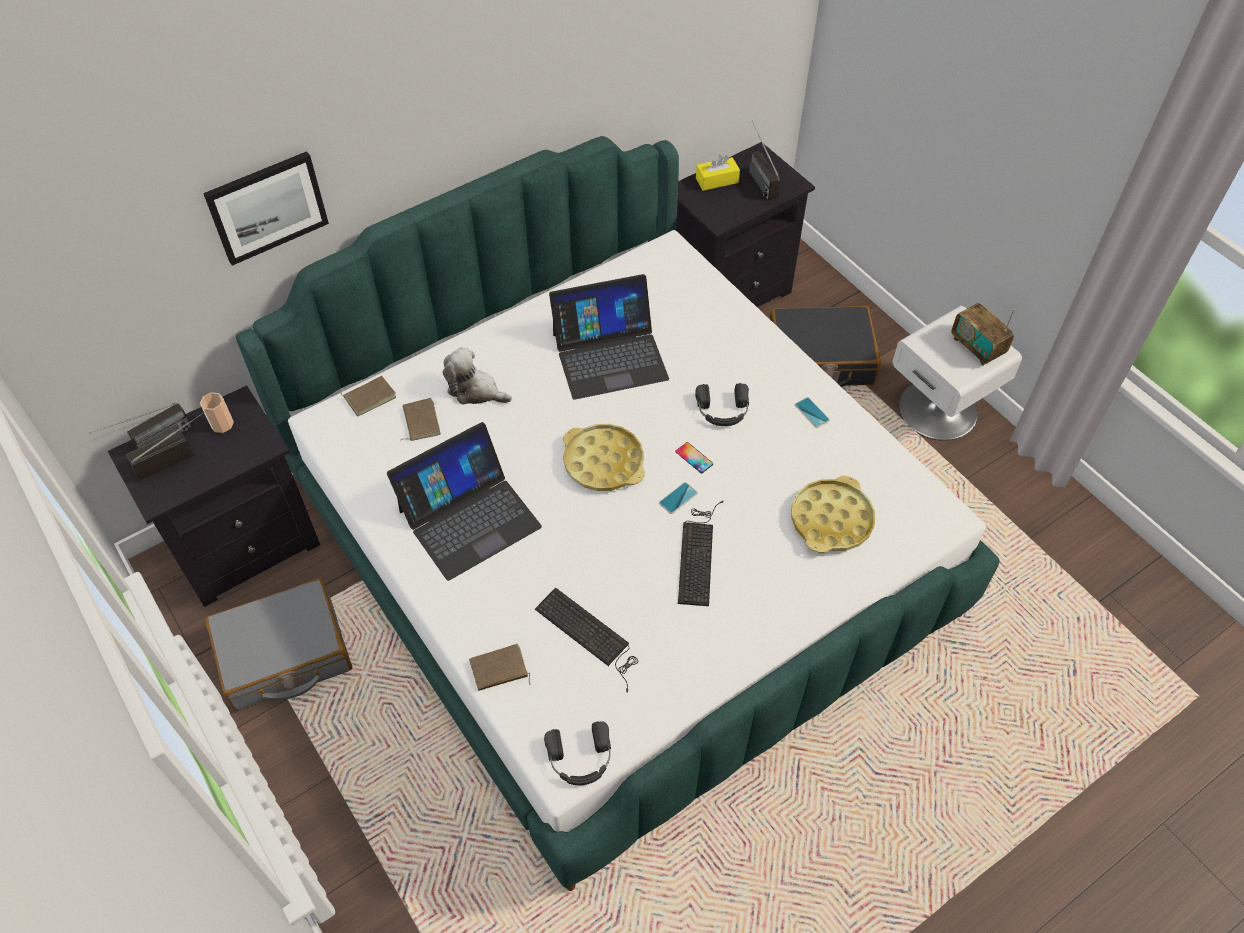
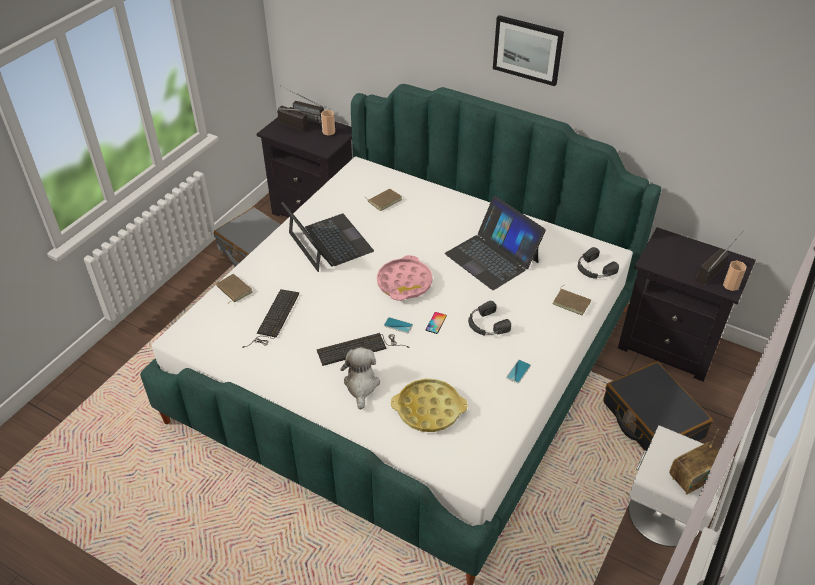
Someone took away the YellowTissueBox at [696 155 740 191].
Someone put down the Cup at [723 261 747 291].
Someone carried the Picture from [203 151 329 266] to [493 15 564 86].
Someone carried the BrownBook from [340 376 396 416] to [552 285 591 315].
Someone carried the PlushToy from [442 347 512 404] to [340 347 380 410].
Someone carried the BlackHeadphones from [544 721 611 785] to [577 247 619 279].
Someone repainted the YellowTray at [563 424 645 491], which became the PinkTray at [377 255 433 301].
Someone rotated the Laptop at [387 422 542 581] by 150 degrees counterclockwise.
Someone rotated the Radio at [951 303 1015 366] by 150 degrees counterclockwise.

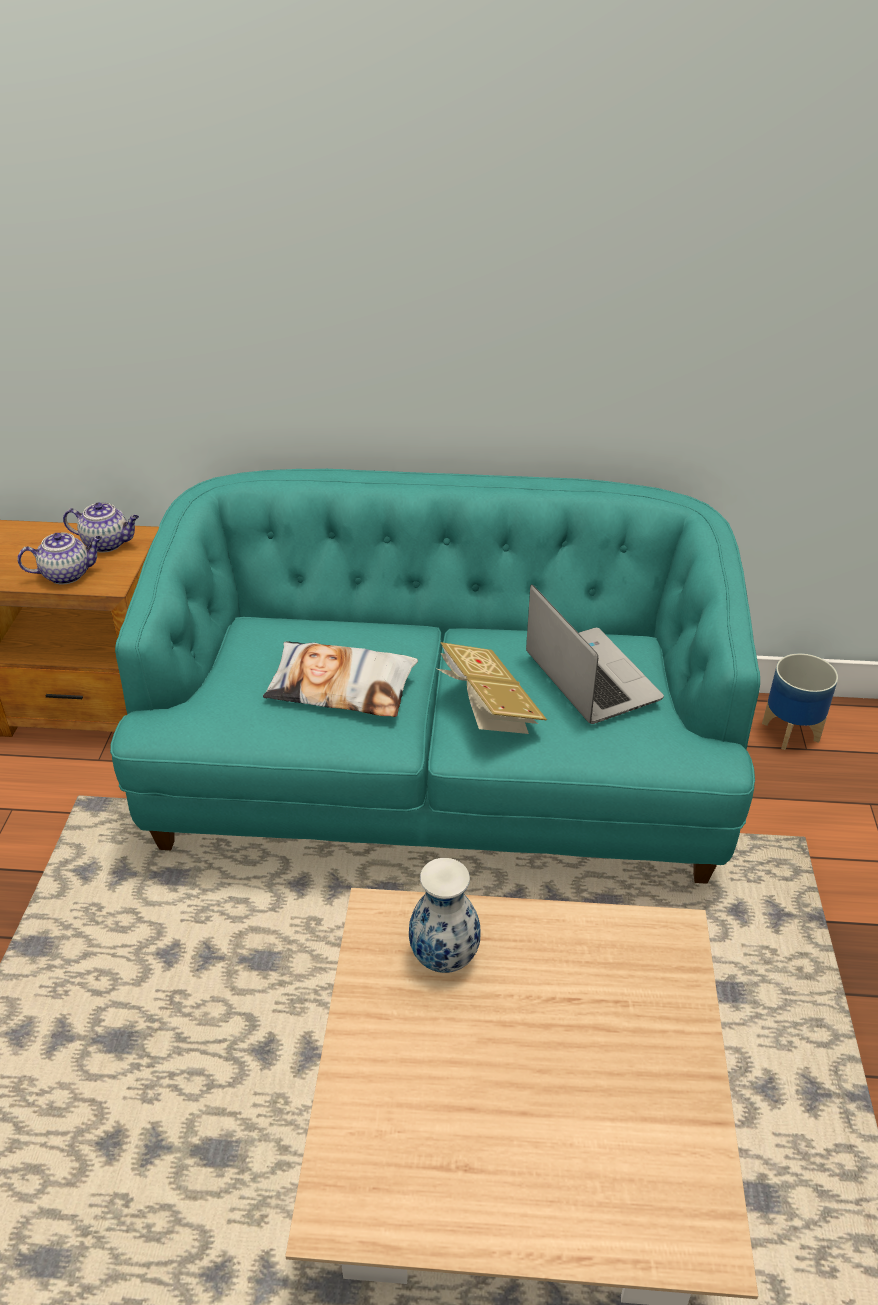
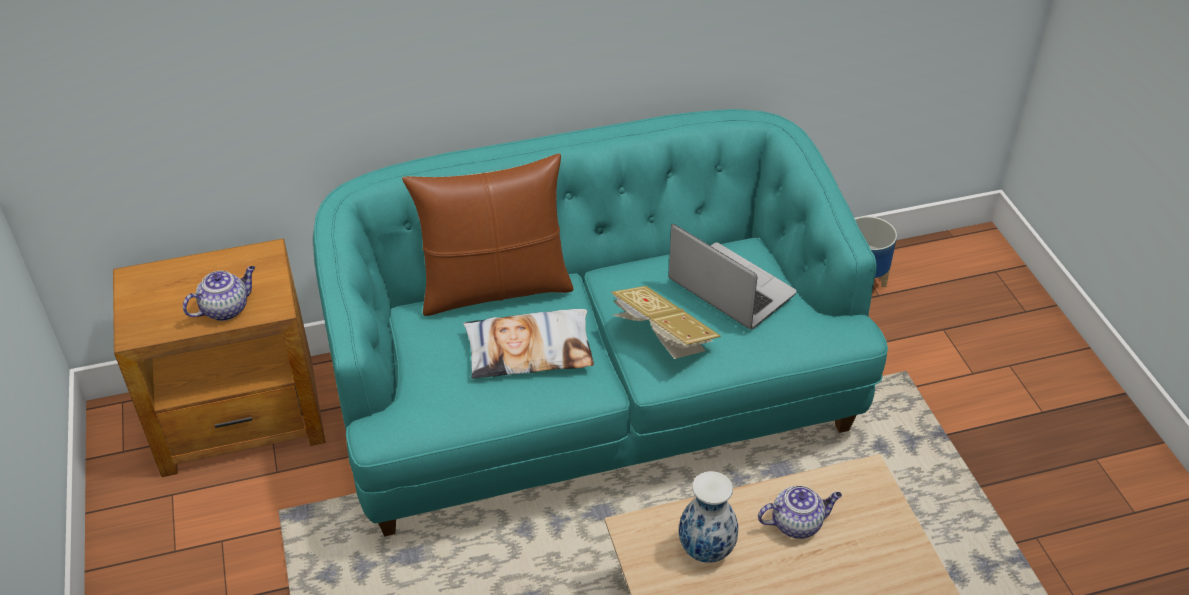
Someone put down the BrownPillow at [402 153 574 316].
Someone carried the Teapot from [63 502 139 553] to [758 486 842 539].

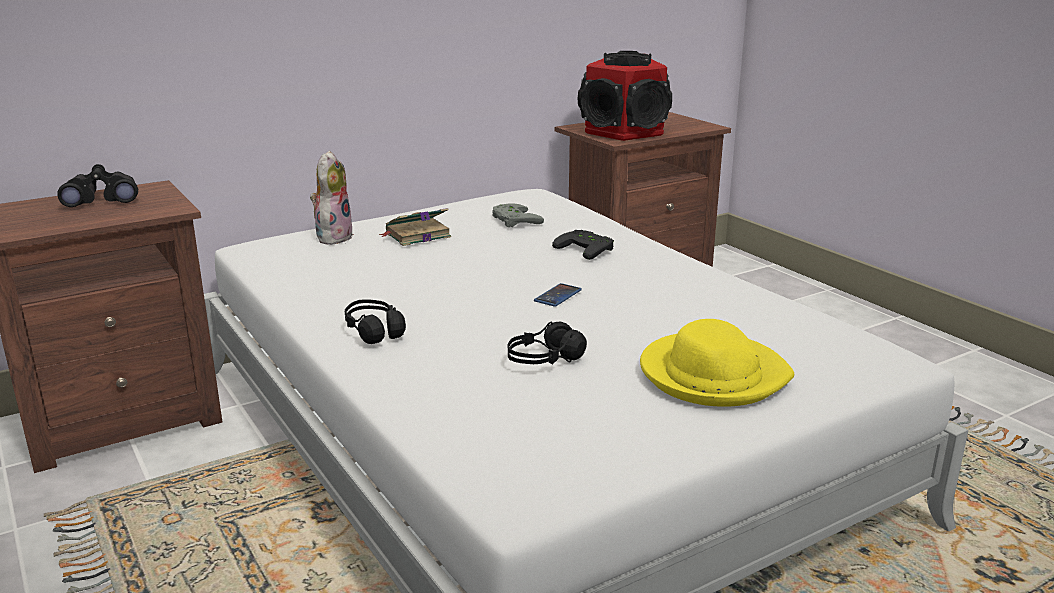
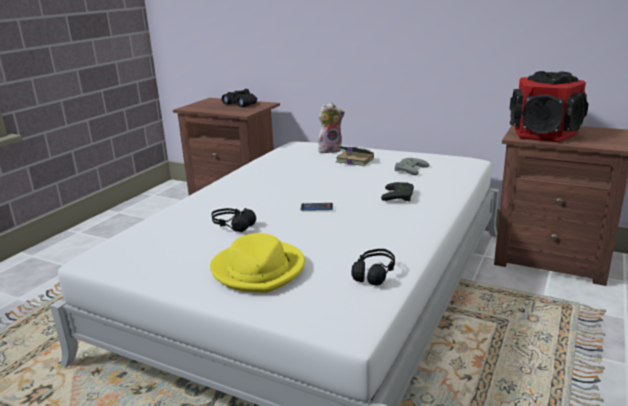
Someone carried the BlackHeadphones from [345 299 406 344] to [351 249 395 285].

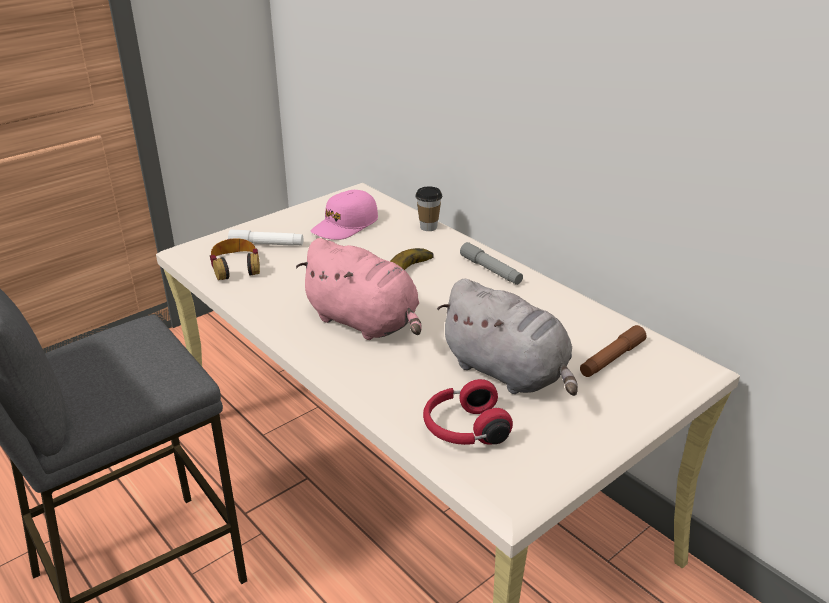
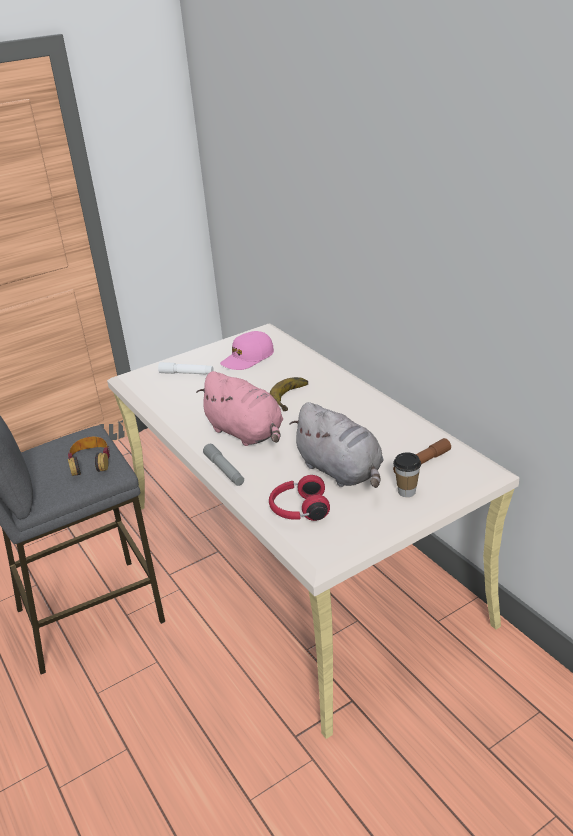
Someone carried the Headphones from [210 238 260 280] to [68 437 110 476].
Someone carried the Cup from [415 186 442 231] to [393 452 421 497].
Someone carried the GreyFlashlight from [460 242 523 285] to [203 444 244 486].

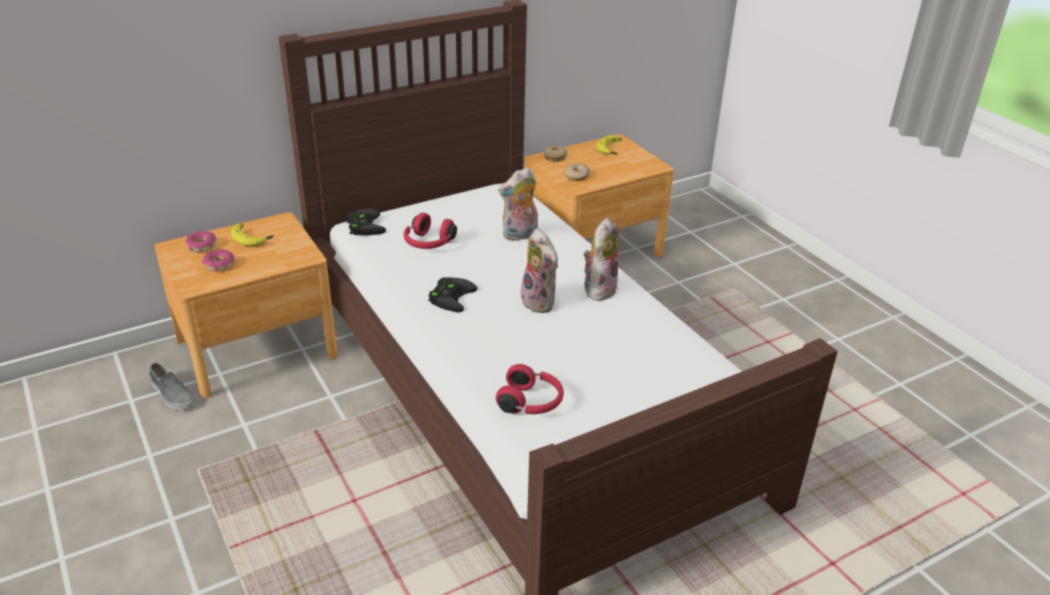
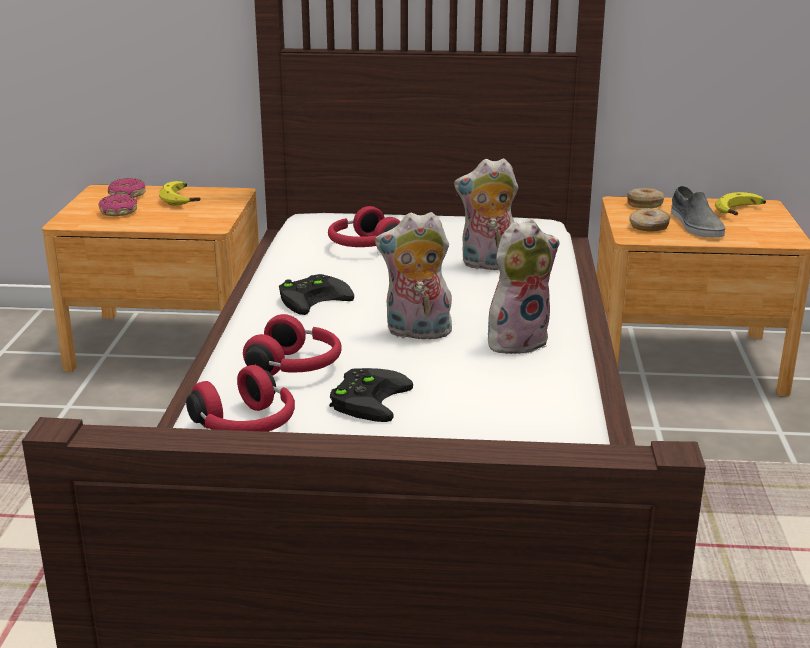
Someone put down the RedHeadphones at [243 314 342 376].
Someone carried the GreyShoe from [149 363 196 411] to [671 186 725 238].
Someone carried the BlackGameController from [346 209 386 235] to [329 368 413 422].
Someone rotated the PlushToy at [521 228 558 313] by 90 degrees clockwise.

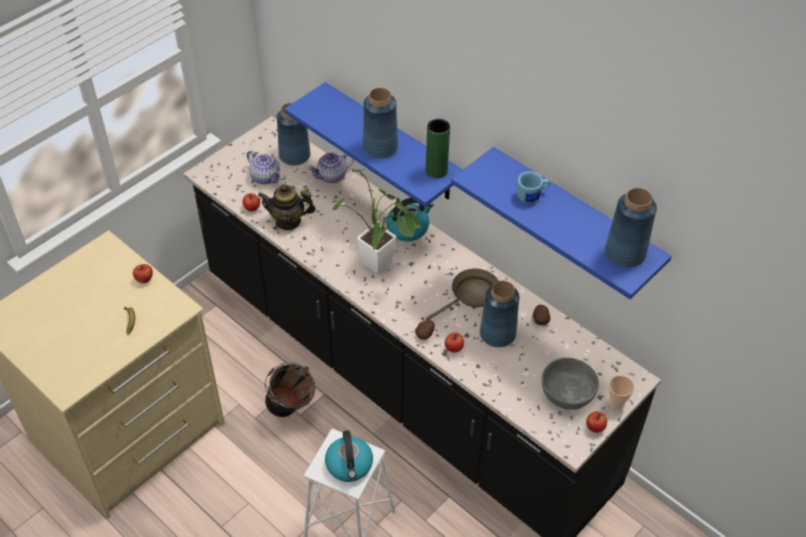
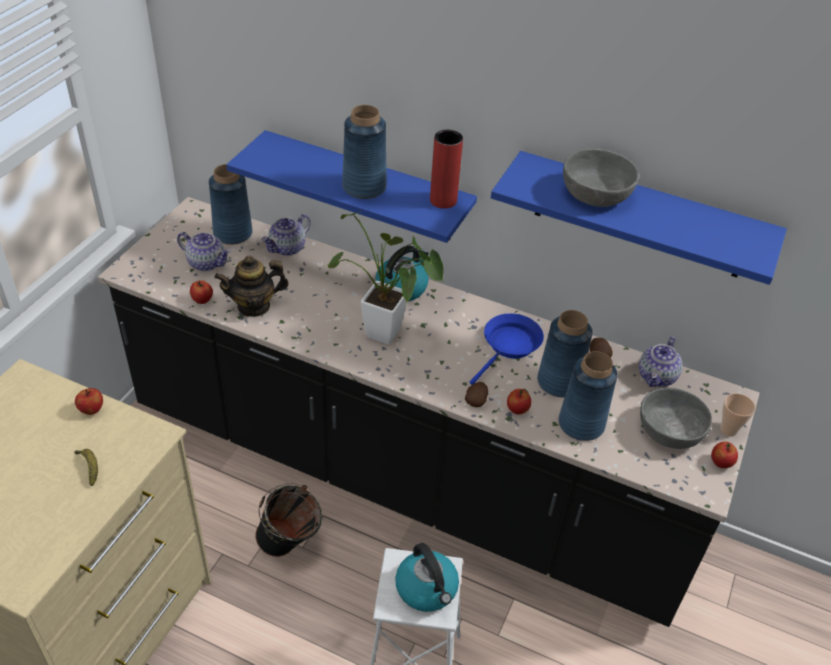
Someone put down the Teapot at [639 337 683 387].
Someone carried the BlueVase from [605 188 657 268] to [559 351 618 441].
Someone swapped the BlueMug at [517 172 550 203] for the GreyBowl at [563 149 639 207].
Someone repainted the GreenVase at [426 119 450 178], which became the RedVase at [430 130 463 209].
Someone repainted the BrownFryingPan at [426 268 498 320], which became the BlueFryingPan at [469 313 544 385].

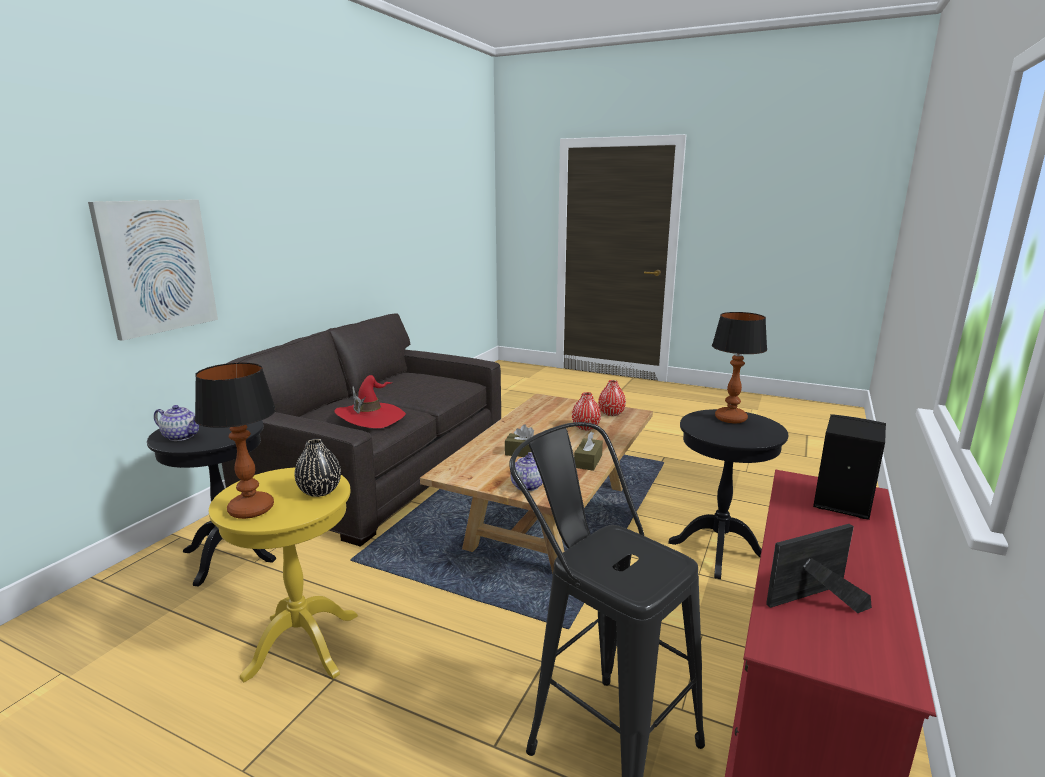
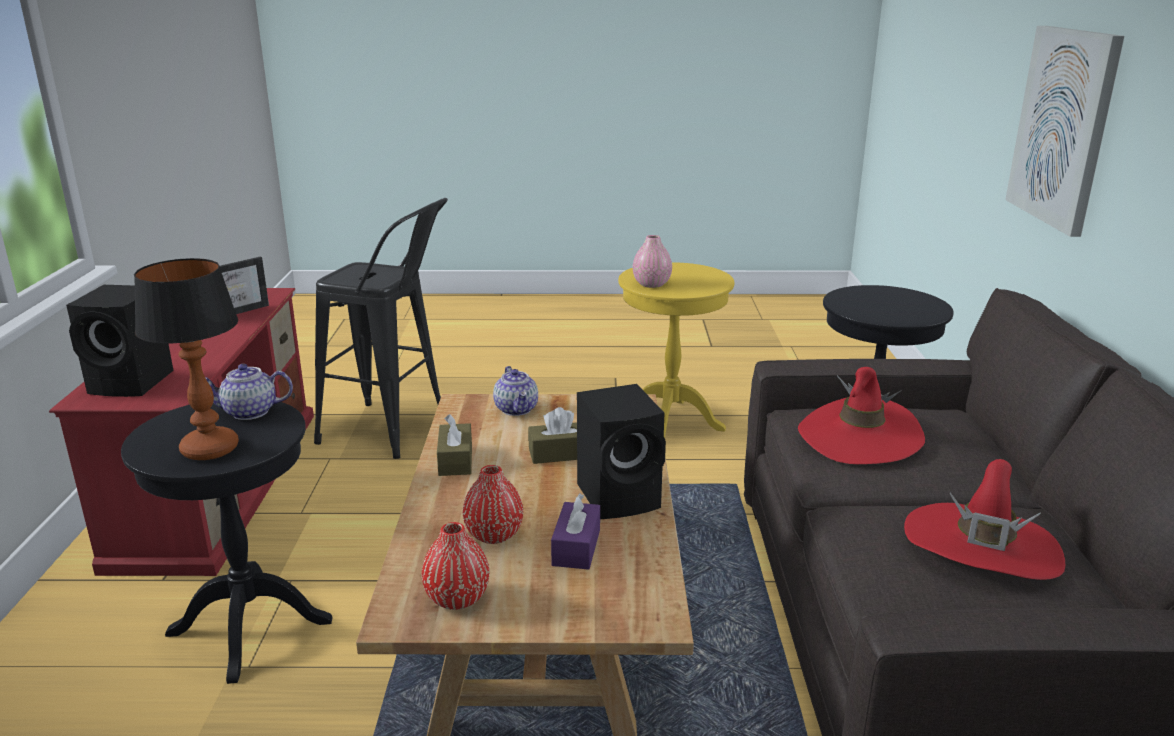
Someone took away the TableLamp at [195 363 276 519].
Someone put down the PurpleTissueBox at [551 494 600 570].
Someone put down the BlackSpeaker at [577 384 666 519].
Someone put down the RedHat at [904 459 1065 580].
Someone carried the Teapot from [154 405 199 441] to [205 364 293 420].
Someone repainted the BlackVase at [295 438 341 497], which became the PinkVase at [633 235 672 288].

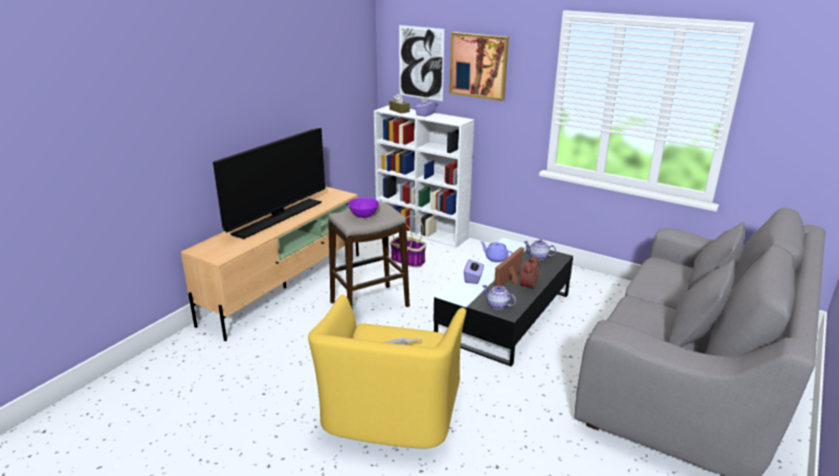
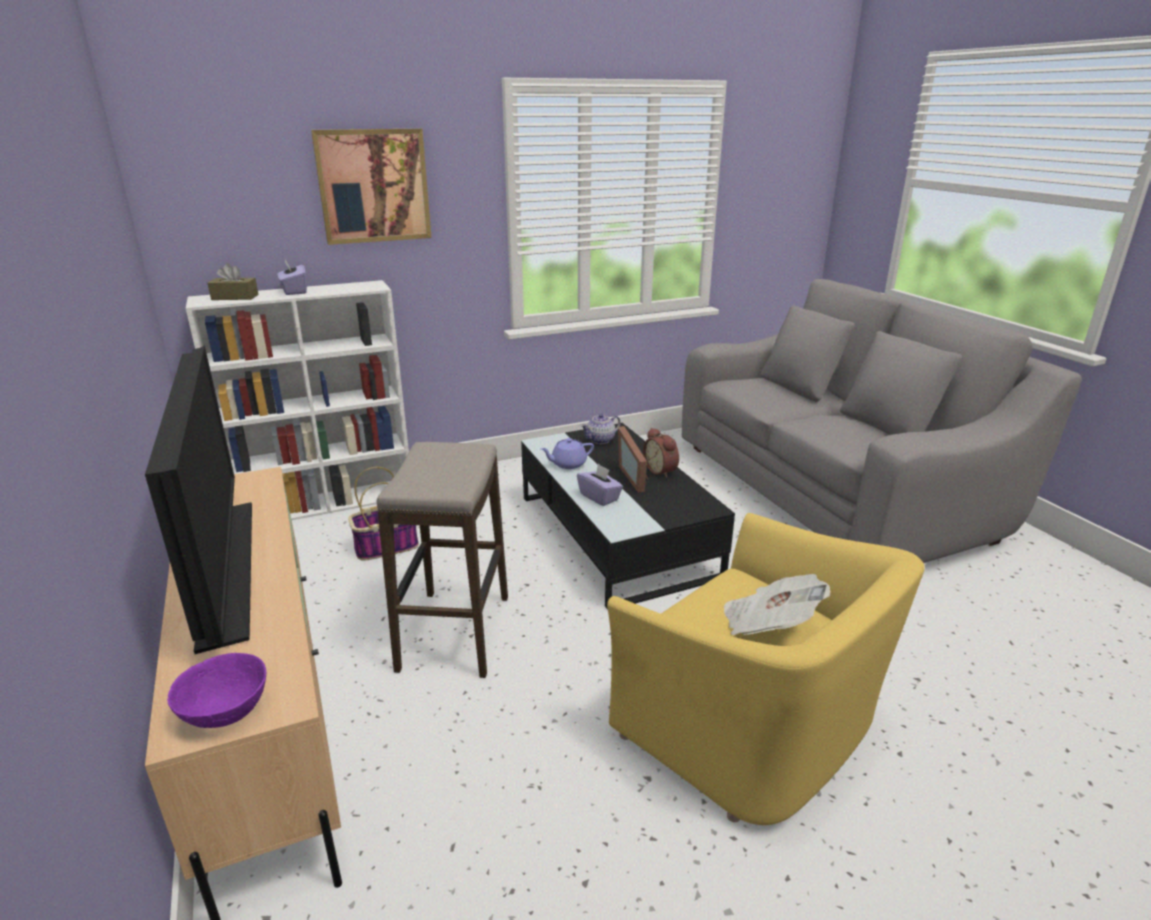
Someone took away the Picture at [399 25 444 101].
Someone took away the Teapot at [482 285 516 310].
Someone carried the PurpleBowl from [348 198 379 218] to [167 653 266 728].

